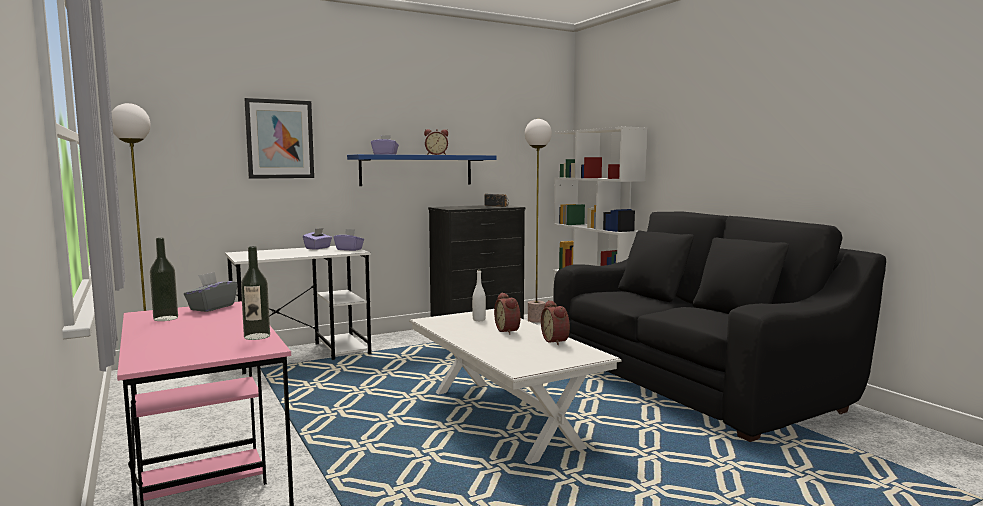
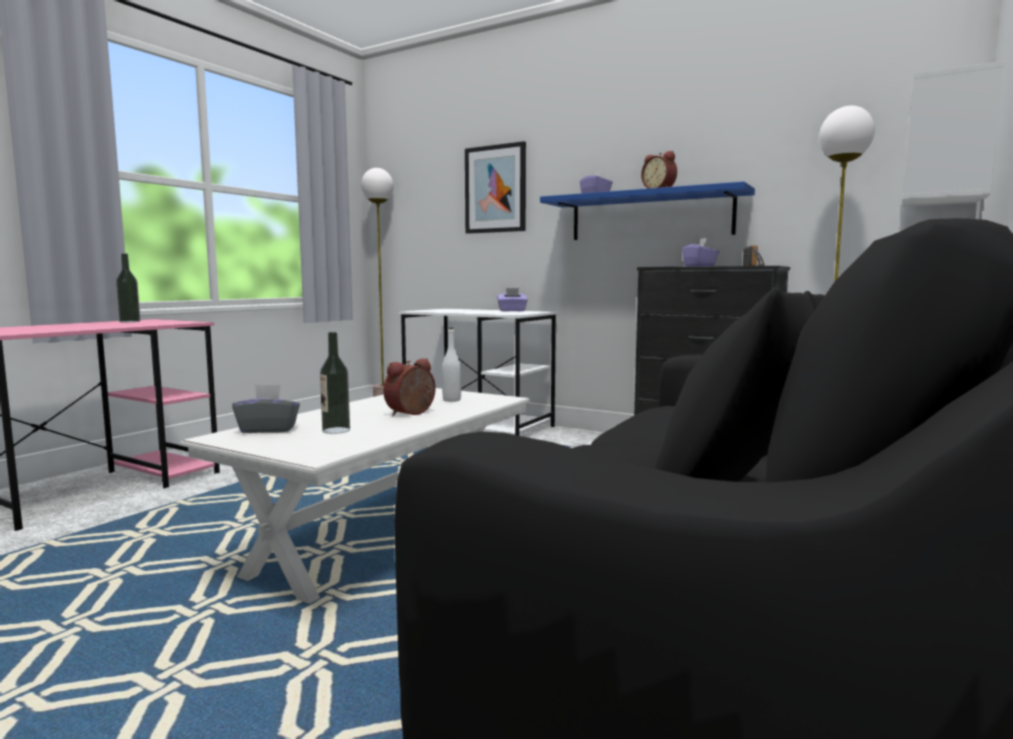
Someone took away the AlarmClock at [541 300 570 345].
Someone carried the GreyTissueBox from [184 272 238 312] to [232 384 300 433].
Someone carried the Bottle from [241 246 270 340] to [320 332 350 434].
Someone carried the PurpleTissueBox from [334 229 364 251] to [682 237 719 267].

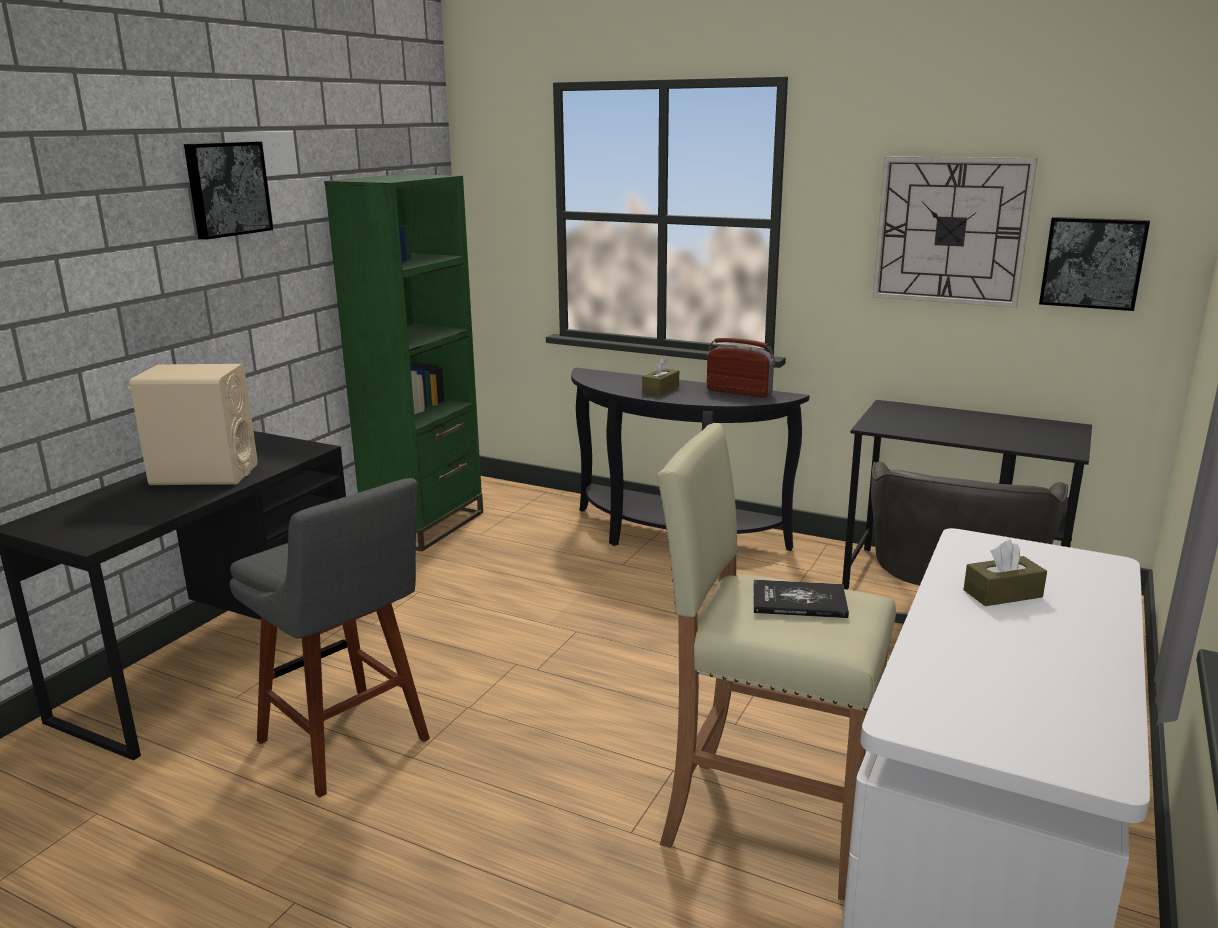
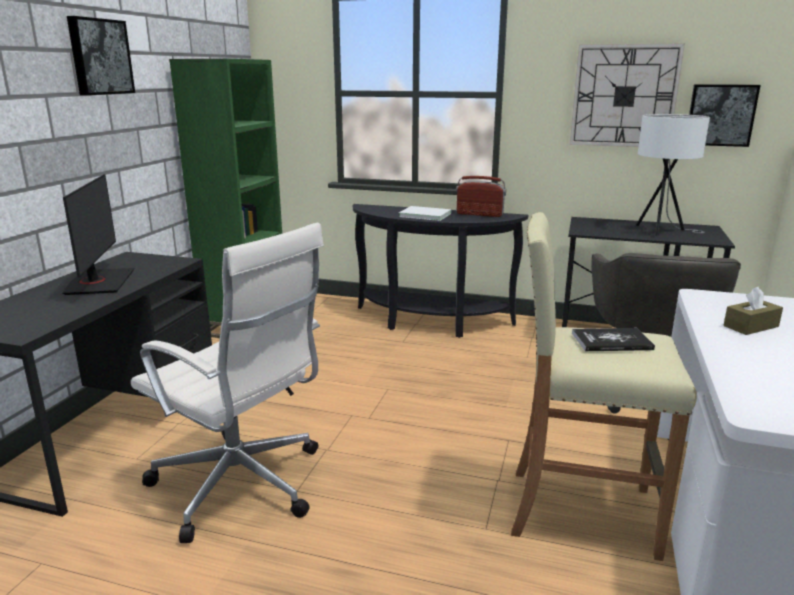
Someone put down the WhiteTableLamp at [636 114 710 236].
Someone swapped the BeigeSpeaker at [127 364 258 485] for the Monitor at [62 174 134 295].
Someone swapped the GreyStool at [230 478 430 798] for the WhiteOfficeChair at [131 223 324 543].
Someone swapped the BrownTissueBox at [642 357 679 396] for the WhiteBook at [399 206 451 221].

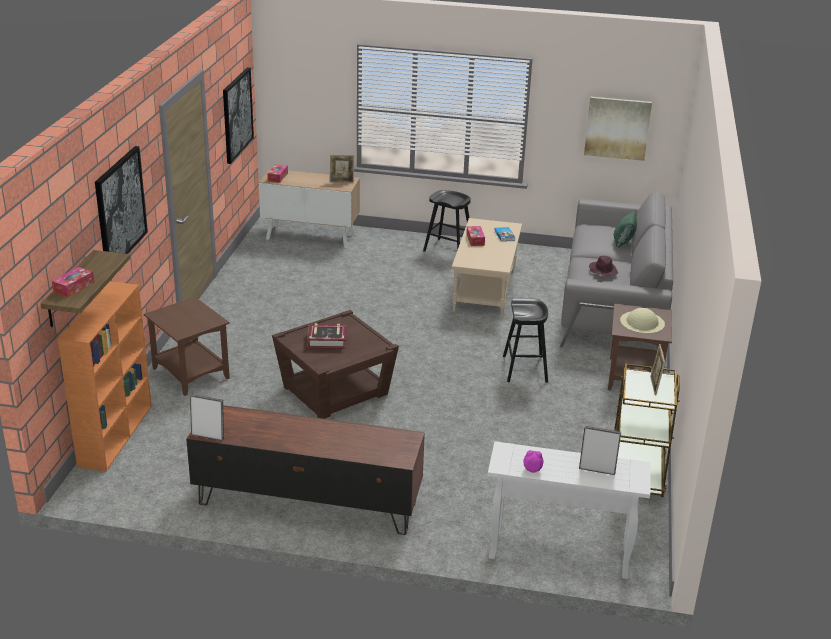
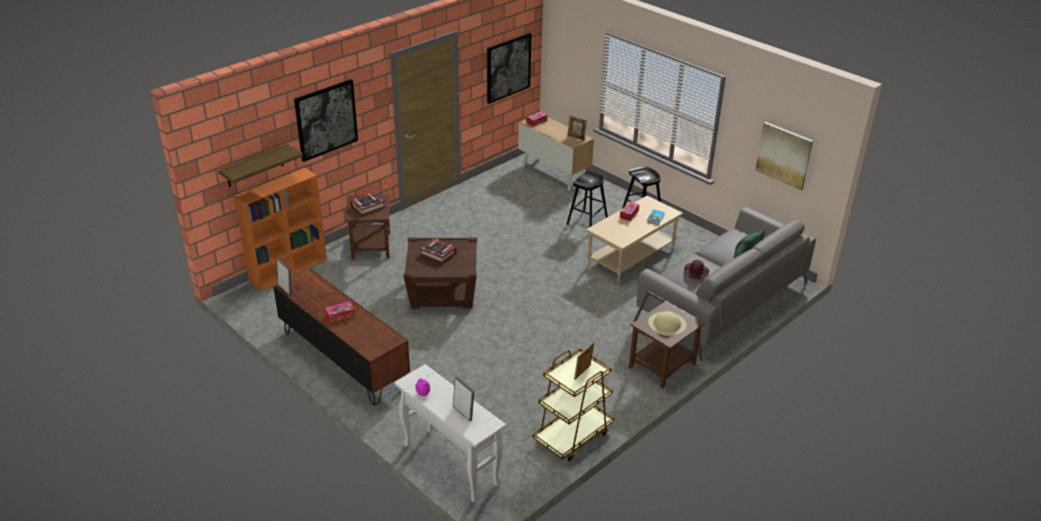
Someone put down the Book at [351 192 385 216].
Someone carried the TissueBox from [52 267 94 297] to [325 301 355 322].
Someone carried the BlackStool from [503 298 548 383] to [566 170 608 227].

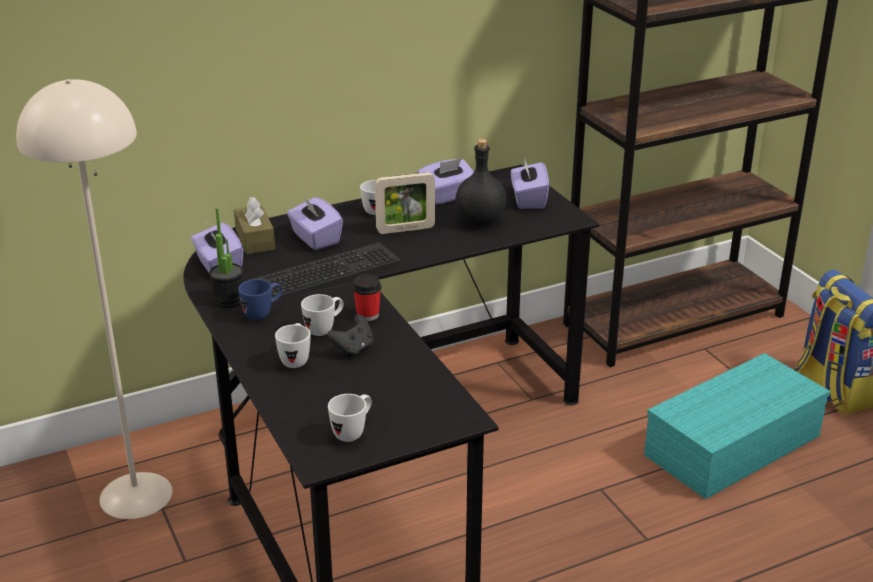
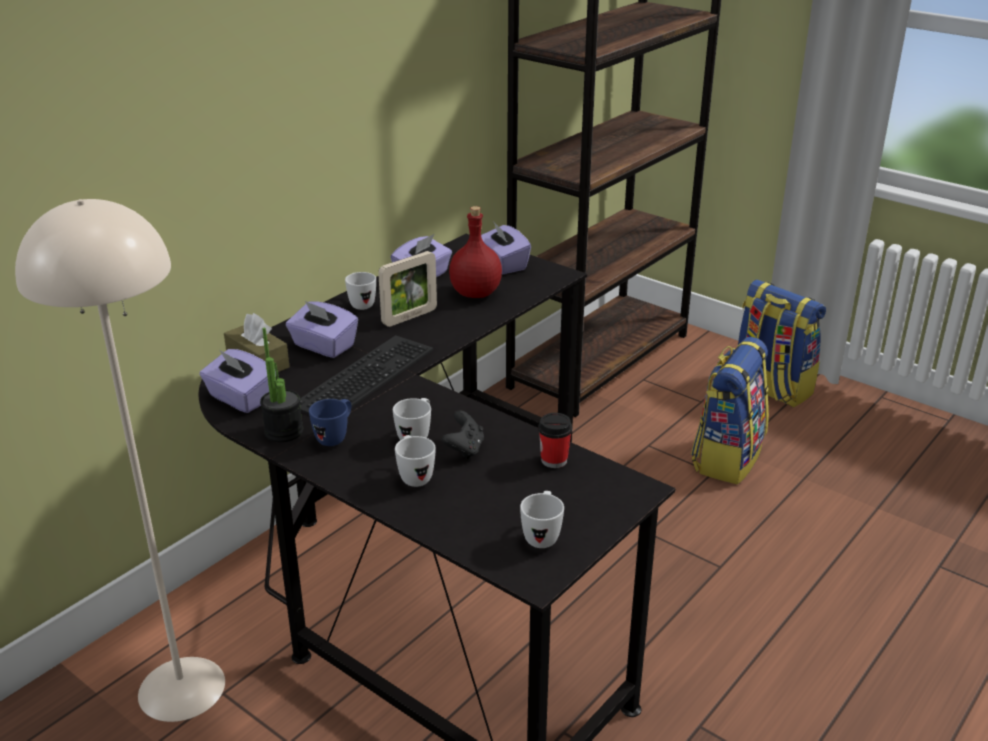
Someone carried the Cup from [353 275 381 321] to [538 413 573 468].
Someone swapped the TurquoiseStorageBox at [644 353 830 499] for the Backpack at [691 337 769 485].
Someone repainted the BlackBottle at [455 139 507 226], which became the RedBottle at [449 206 502 298].

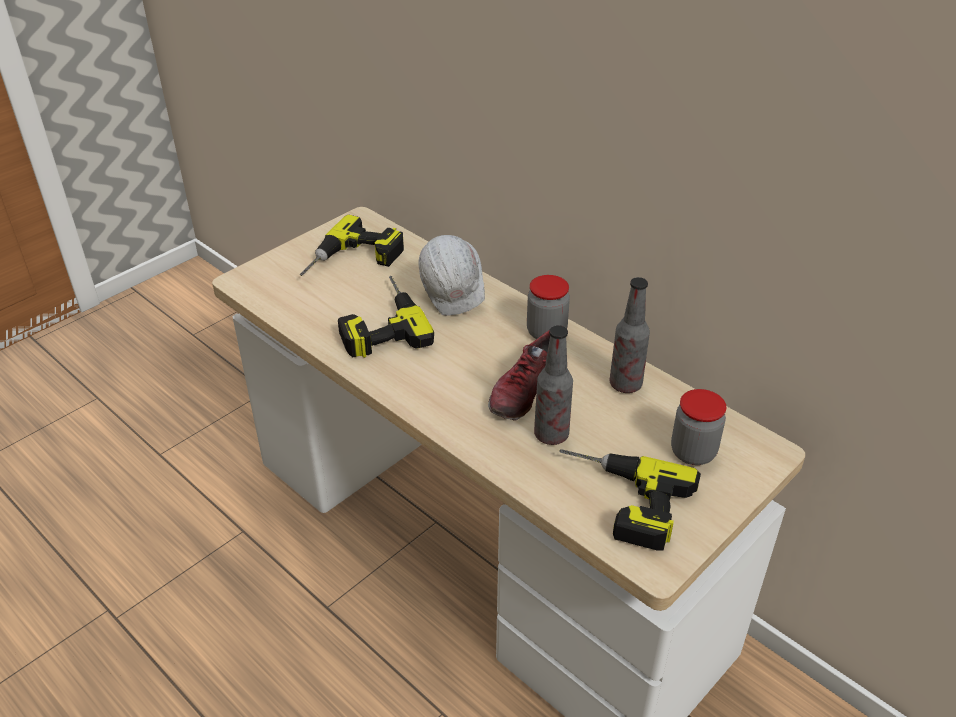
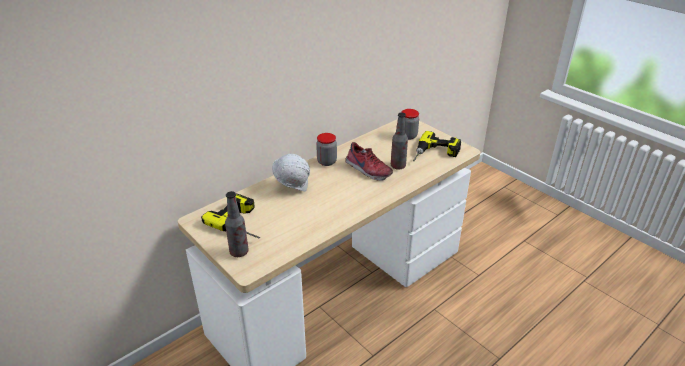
Someone took away the PowerDrill at [338 275 434 358].
Someone carried the Bottle from [610 277 650 393] to [225 191 249 257].

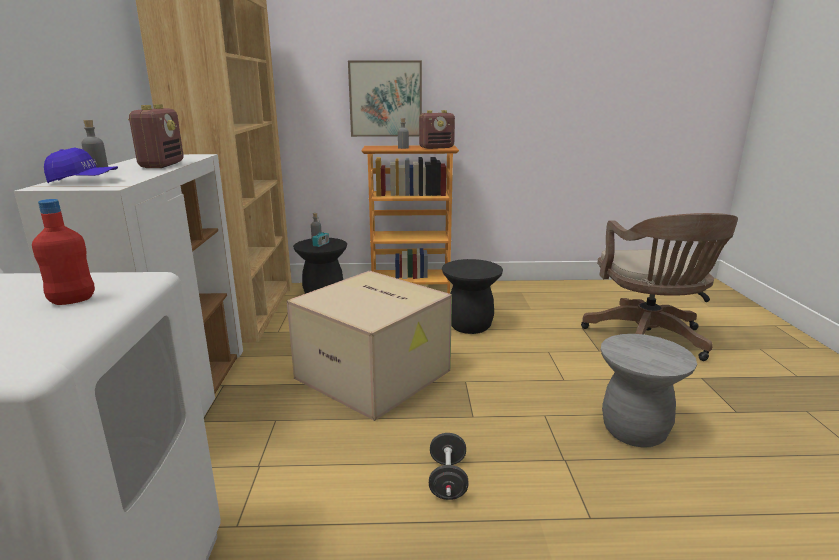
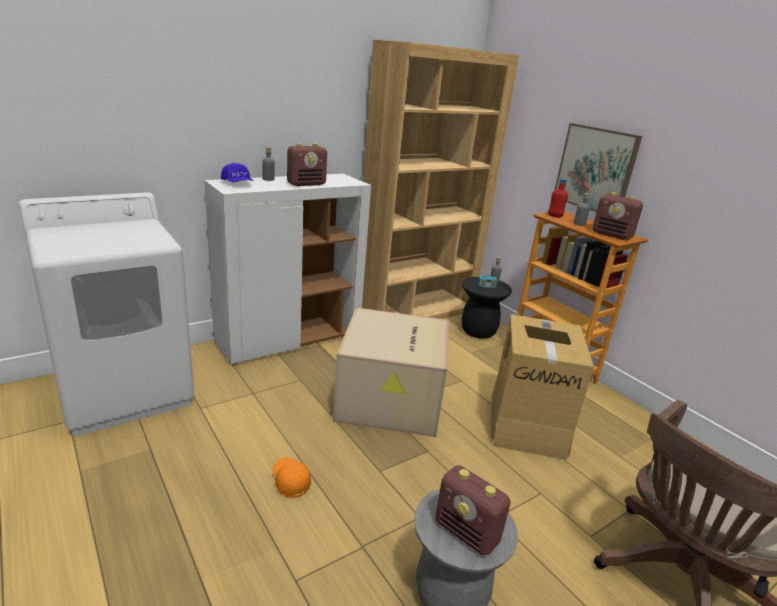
Someone put down the Radio at [436 465 511 556].
Someone carried the RedBottle from [32 199 95 305] to [548 178 568 218].
Someone swapped the BlackDumbbell at [429 433 469 500] for the OrangeCap at [273 457 311 498].
Someone swapped the BlackStool at [442 259 503 334] for the CardboardBox at [491 314 594 460].

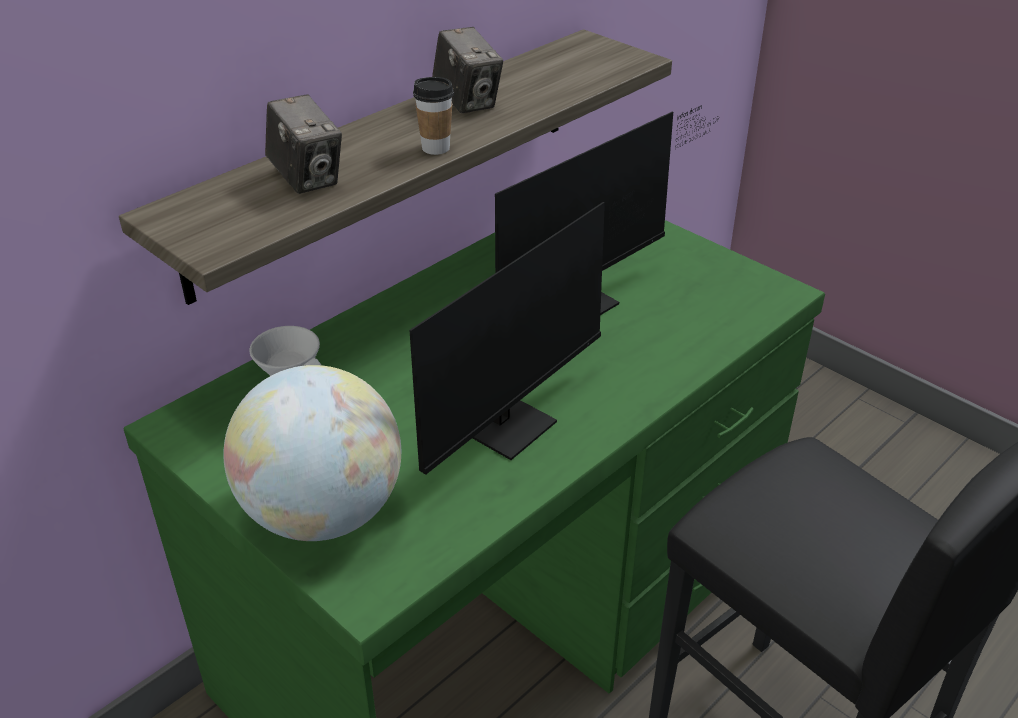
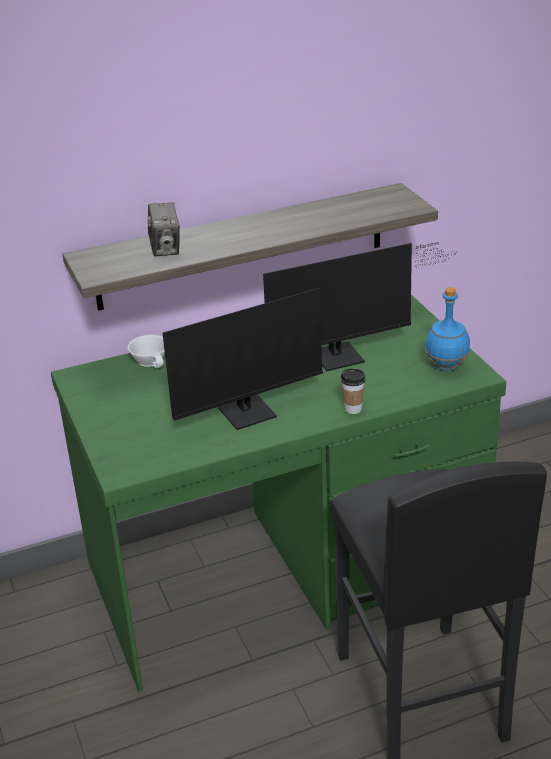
Someone took away the Globe at [224 365 401 541].
Someone took away the PhotoCamera at [432 27 503 113].
Someone put down the BlueBottle at [425 287 470 371].
Someone carried the Cup from [413 77 454 155] to [341 368 365 414].

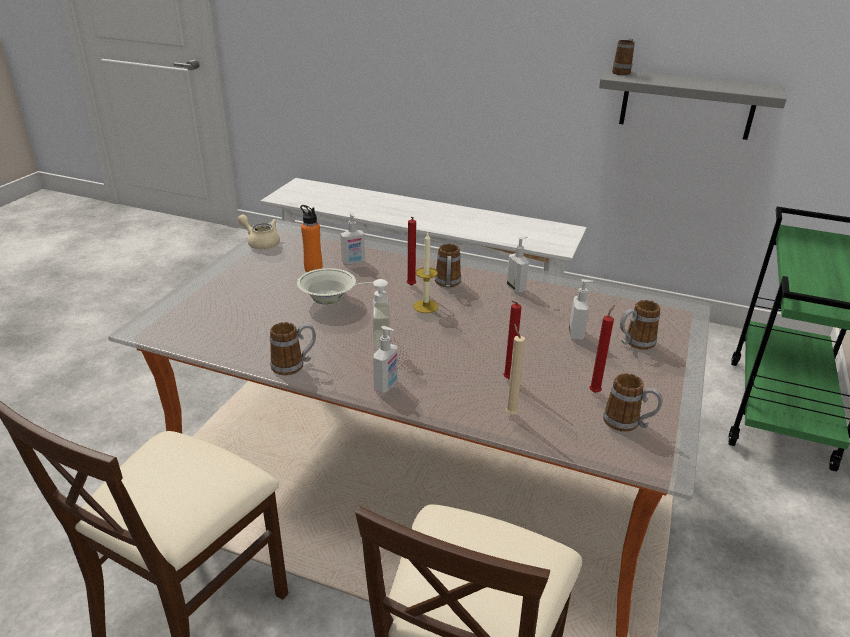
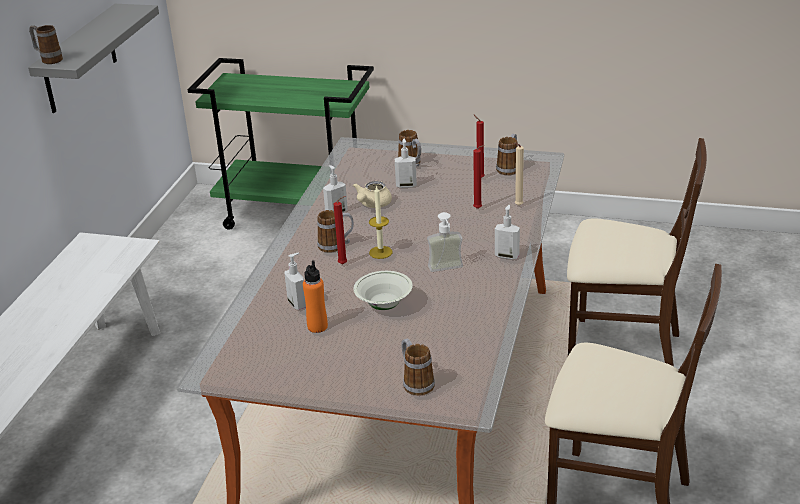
Someone carried the BeigeTeapot from [238 214 280 249] to [353 181 392 208].
Someone carried the Mug from [270 322 316 375] to [401 338 435 396].

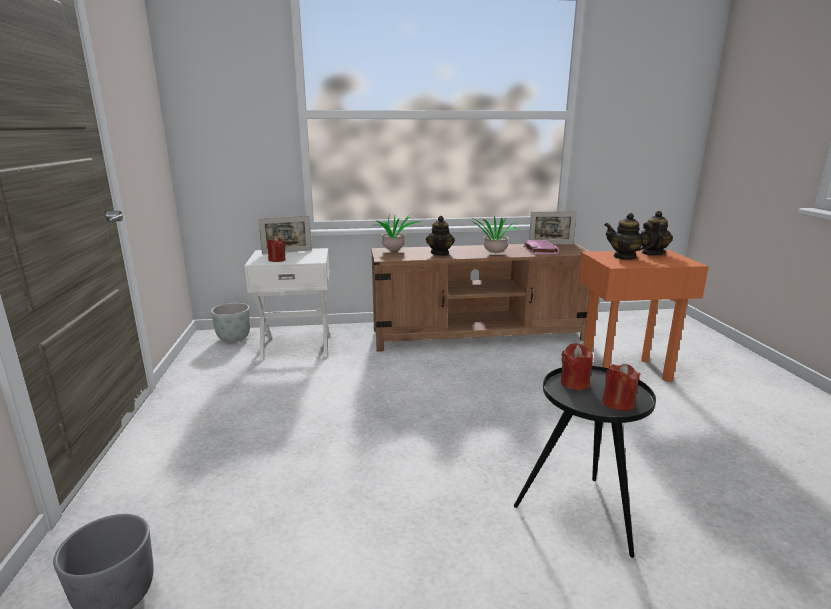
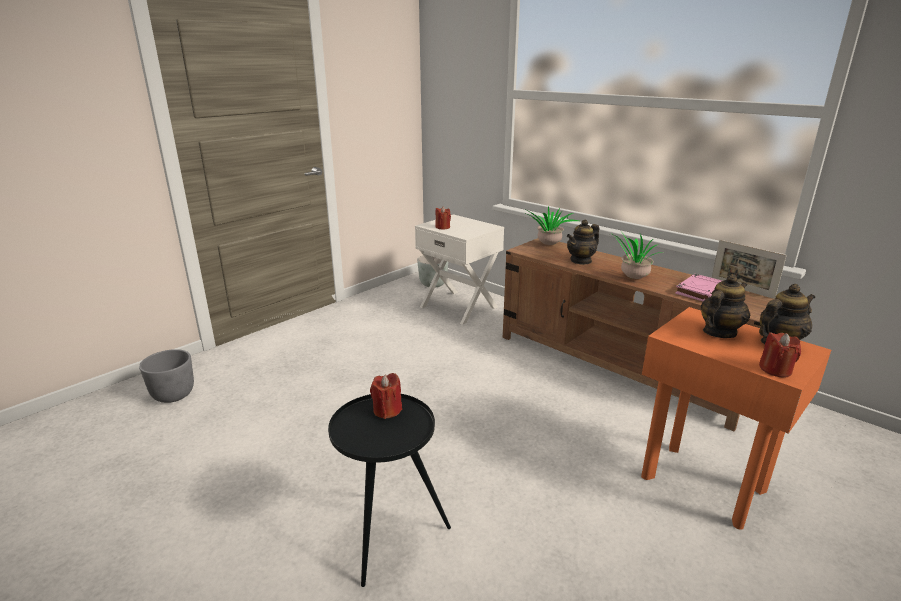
Someone took away the PictureFrame at [258 216 312 254].
Someone carried the RedCandle from [602 364 640 411] to [759 332 801 378].
Someone rotated the Teapot at [604 213 654 260] by 60 degrees clockwise.

